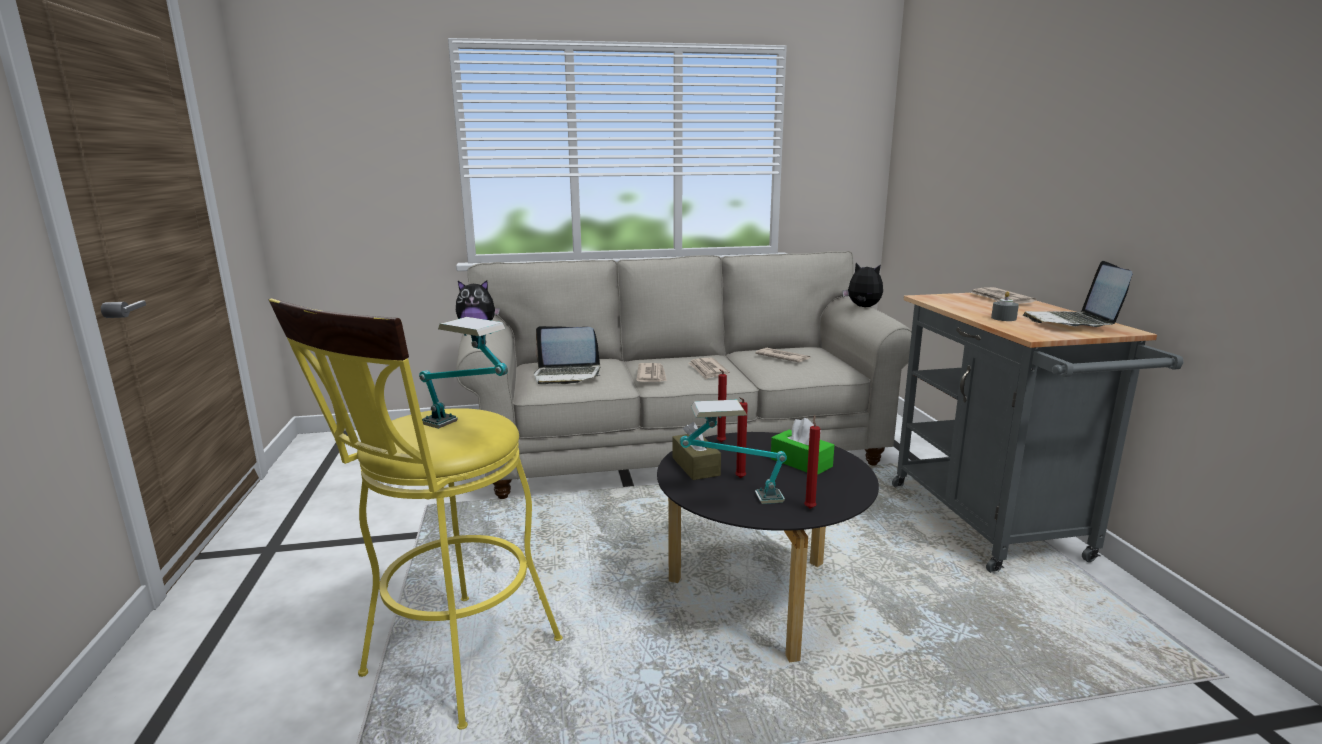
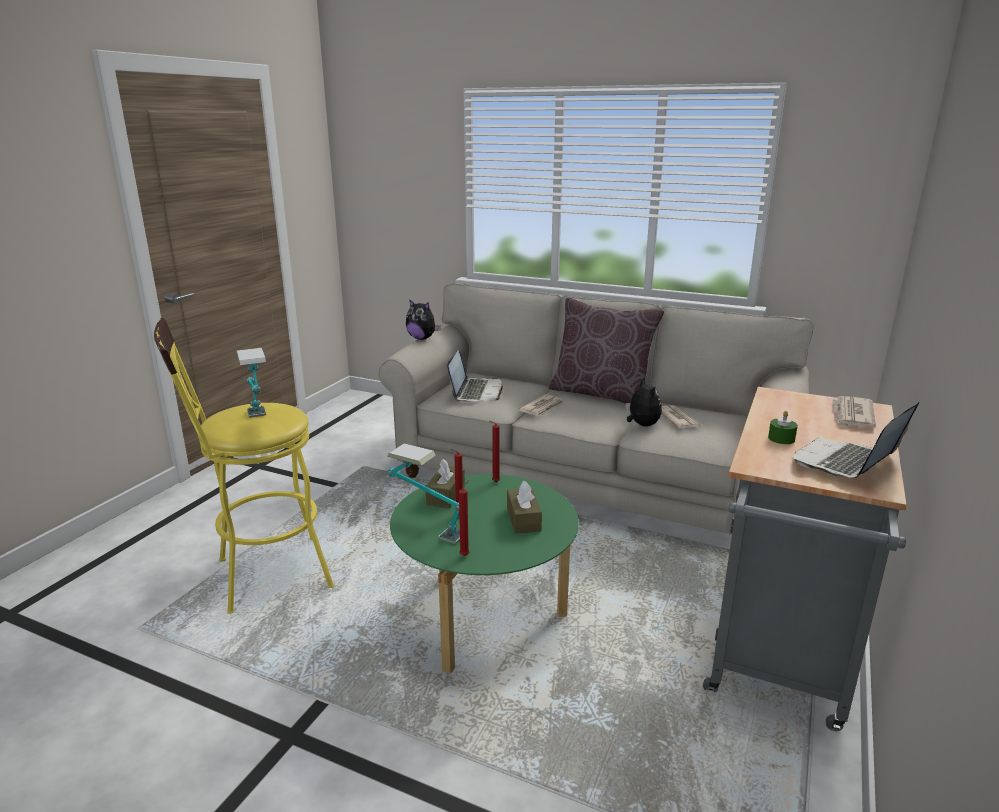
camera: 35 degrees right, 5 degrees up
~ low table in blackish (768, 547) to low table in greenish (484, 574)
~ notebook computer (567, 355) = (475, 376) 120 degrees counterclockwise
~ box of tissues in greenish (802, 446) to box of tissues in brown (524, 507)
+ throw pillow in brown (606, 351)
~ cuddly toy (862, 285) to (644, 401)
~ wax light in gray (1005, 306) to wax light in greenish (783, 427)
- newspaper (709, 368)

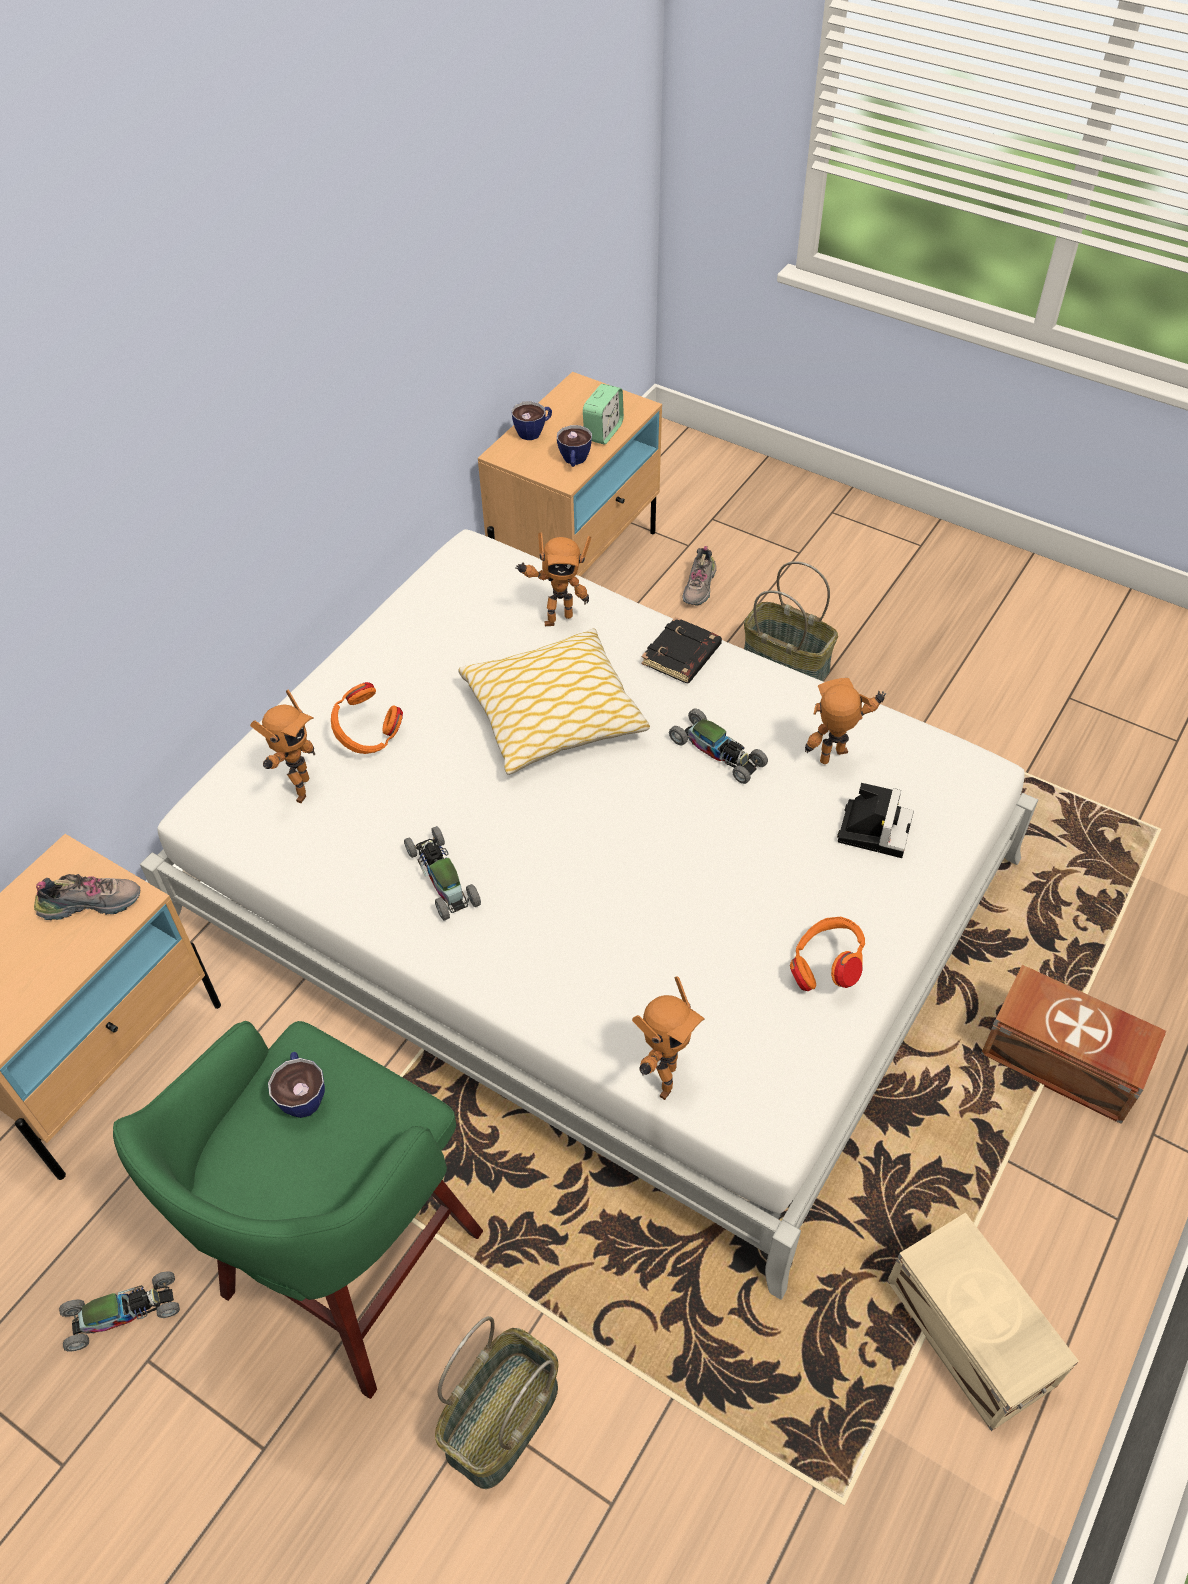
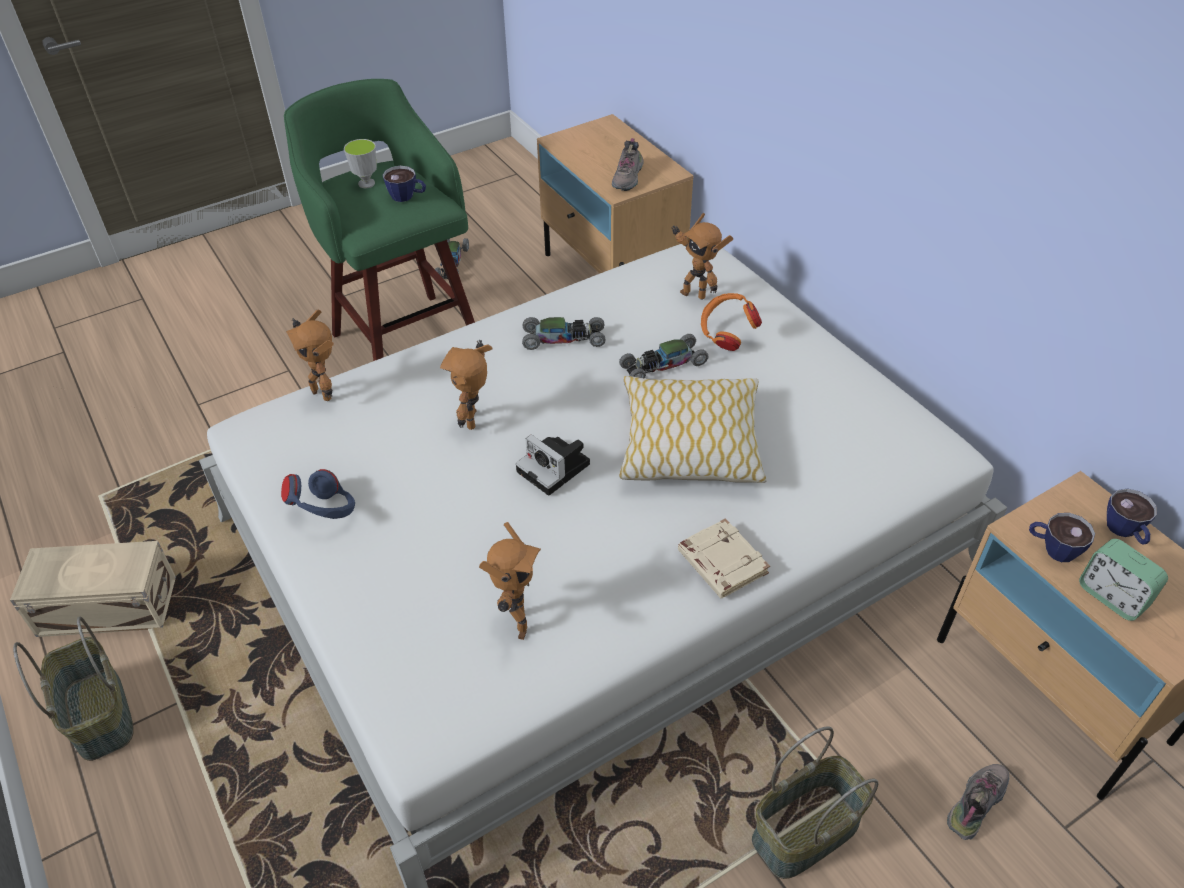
camera: 115 degrees right, 5 degrees down
~ storage basket (497, 1402) to (73, 689)
~ pair of headphones in orange-coloured (827, 954) to pair of headphones in bluish (318, 494)
+ cup (360, 163)
~ toy robot (553, 579) to (466, 385)
~ still camera (875, 820) to (553, 465)
~ toy car (718, 746) to (663, 356)
~ book in blackish (681, 650) to book in beige (724, 558)
~ item of footwear (699, 576) = (978, 802) 90 degrees clockwise
- storage container in brown (1073, 1044)

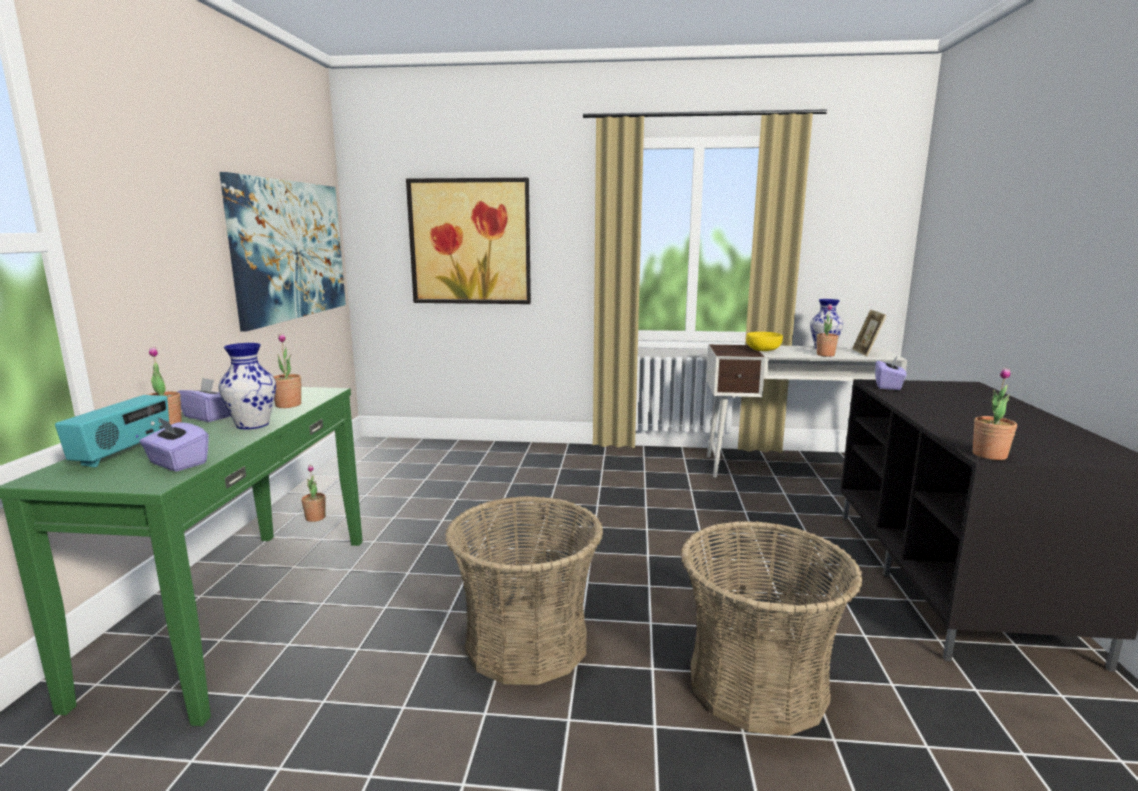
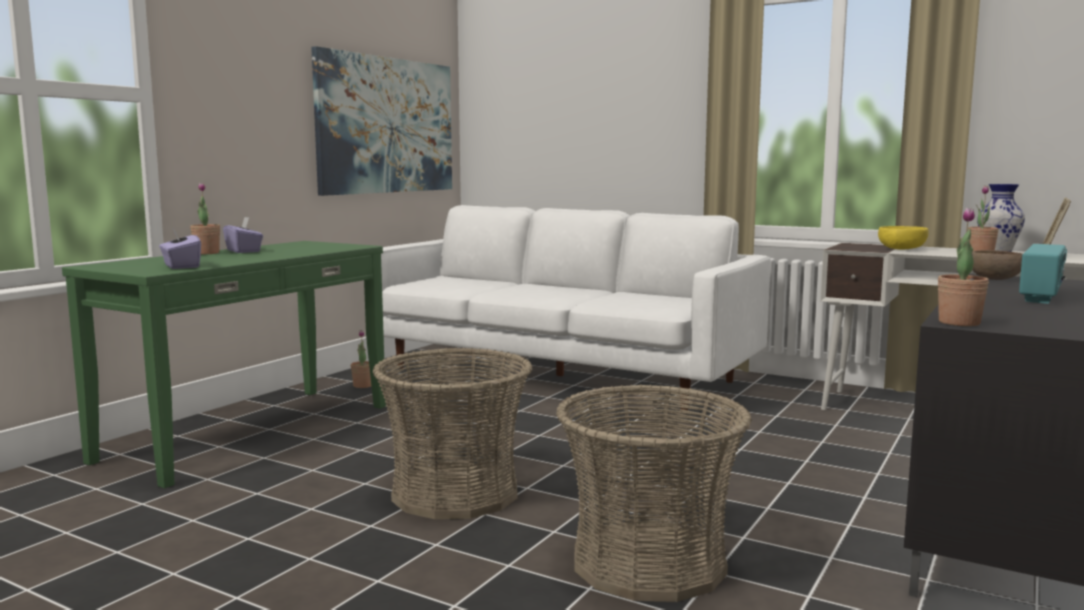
camera: 25 degrees right, 5 degrees down
+ couch in white (575, 307)
~ box of tissues in purple-coloured (891, 372) to serving bowl in brown (997, 265)
~ radio set (112, 431) to (1043, 274)
- flower vase (247, 386)
- potted plant (287, 370)
- wall art (468, 241)

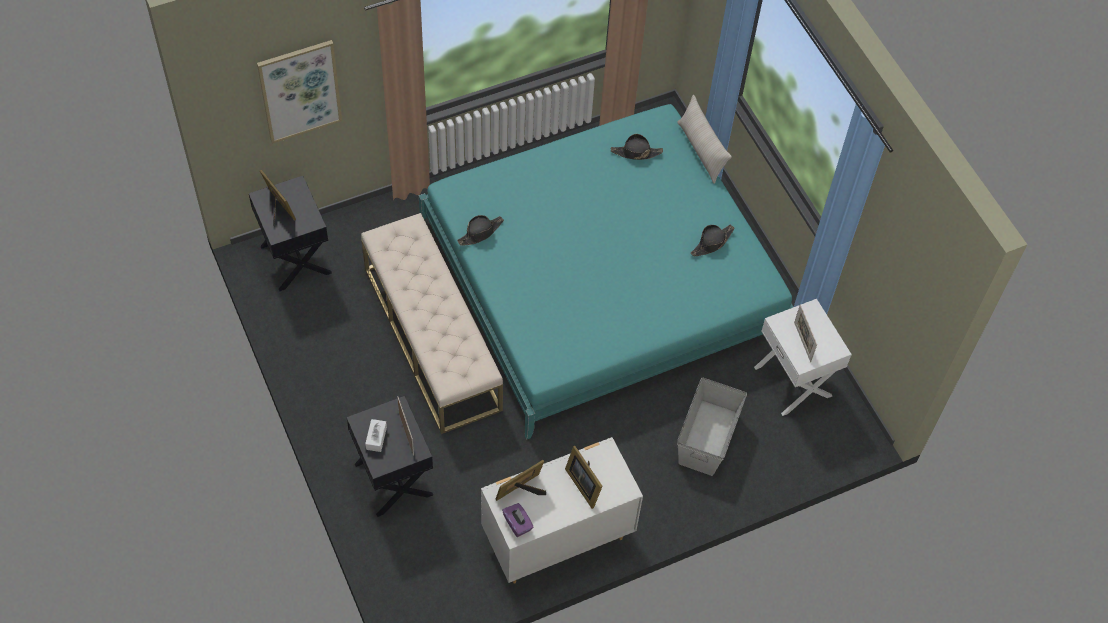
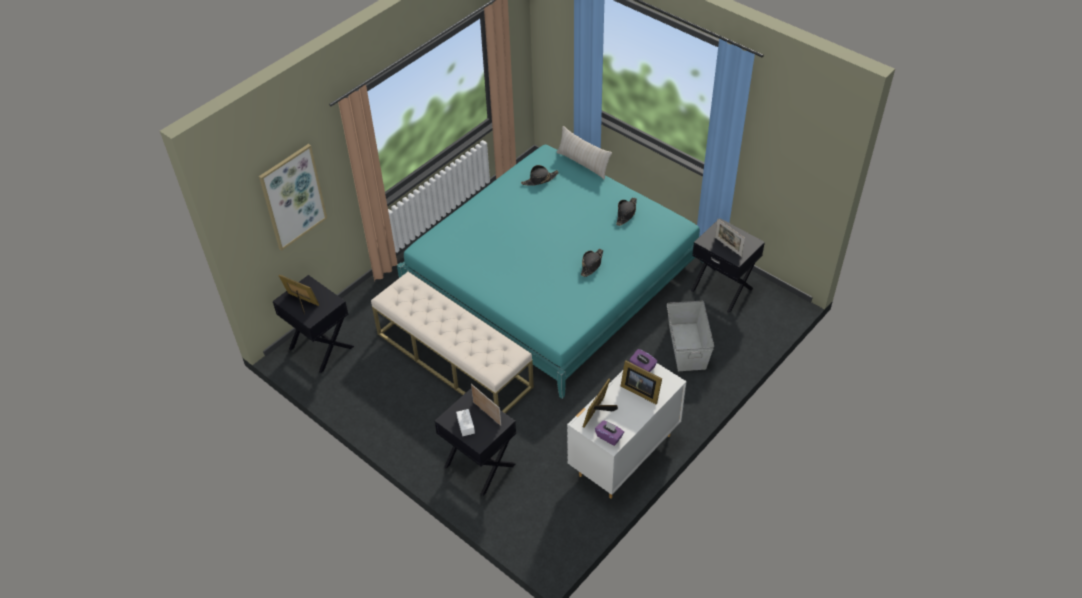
camera: 20 degrees left, 10 degrees down
~ clothing hat in blackish (480, 230) to (592, 263)
+ box of tissues in purple-coloured (643, 360)
~ bedside table in white (803, 357) to bedside table in blackish (728, 265)

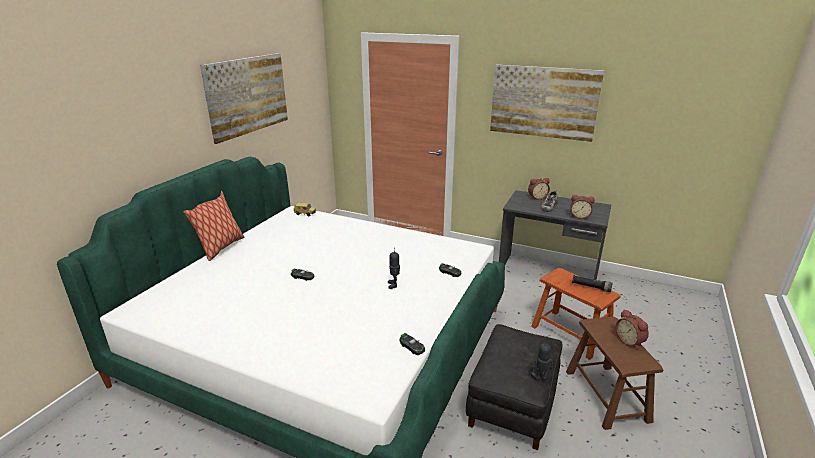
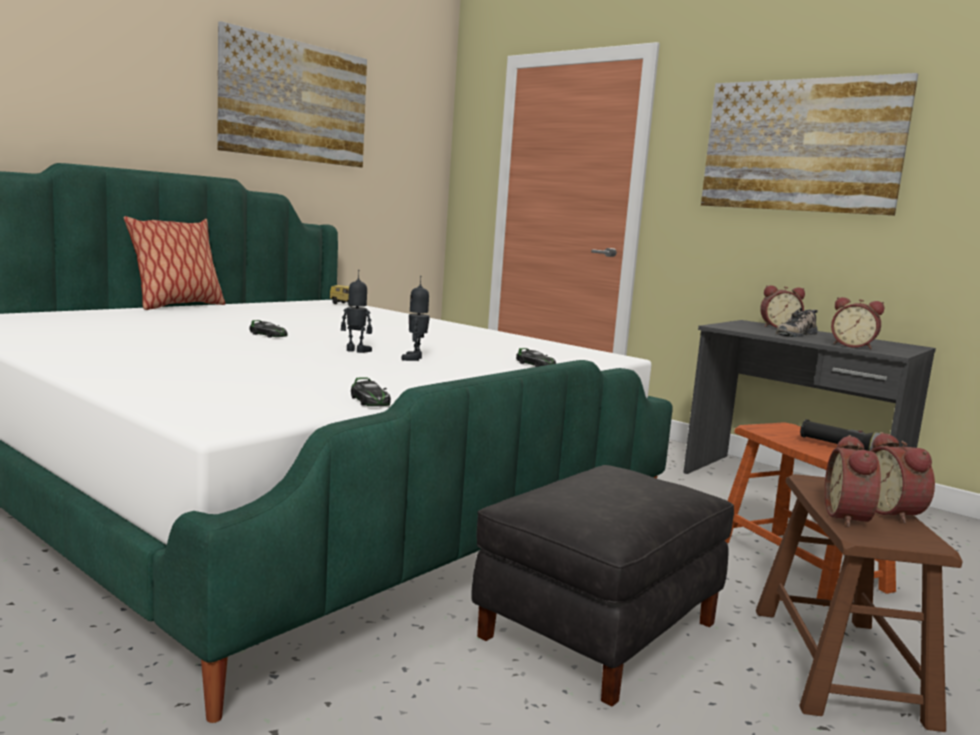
camera: 15 degrees right, 15 degrees down
~ toy robot (542, 360) to (356, 311)
+ table clock (853, 481)

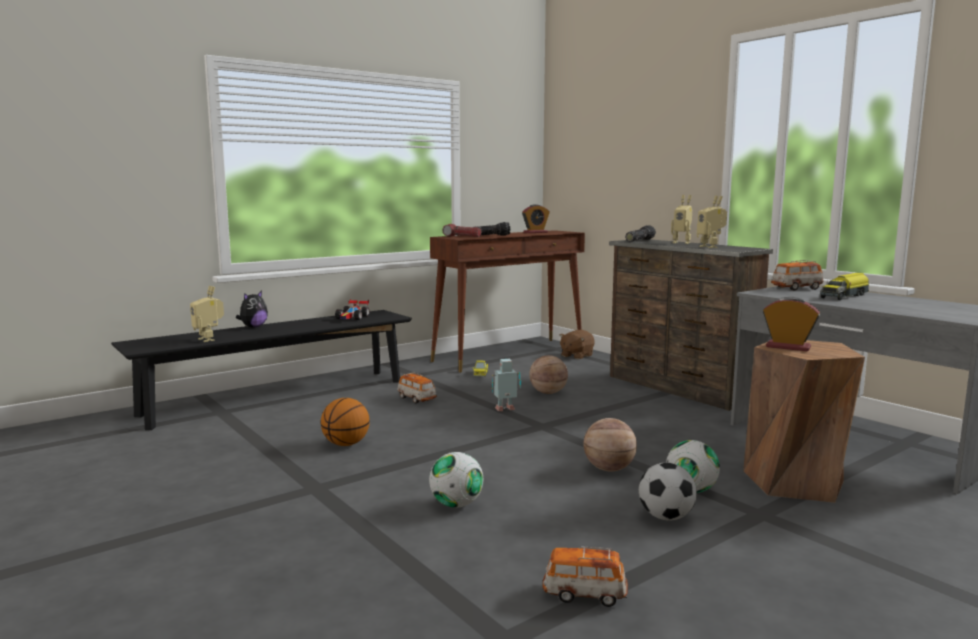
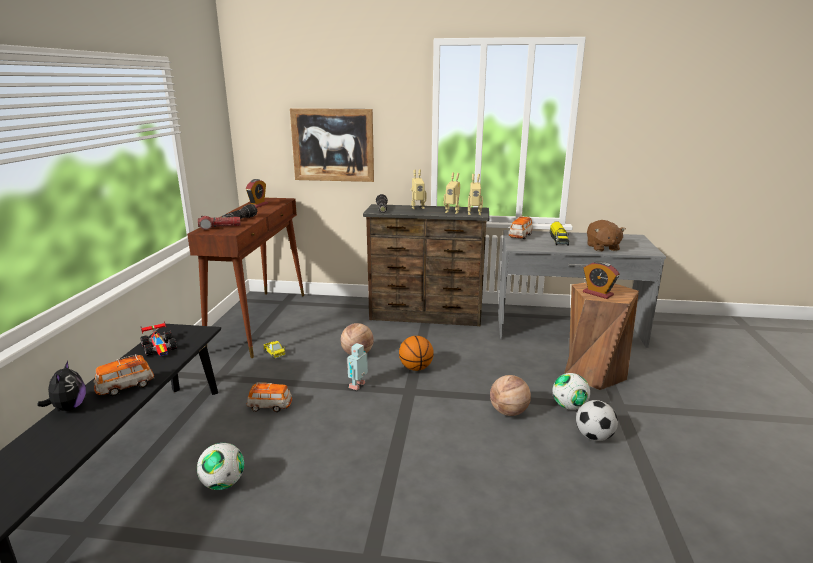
camera: 45 degrees left, 10 degrees up
~ toy car (585, 576) to (123, 375)
~ football ball (456, 480) to (220, 466)
+ wall art (332, 145)
~ ball for basketball (345, 422) to (416, 353)
~ toy robot (207, 314) to (475, 194)
~ table clock (791, 324) = (601, 280) 120 degrees counterclockwise
~ cuddly toy in brown (577, 344) to (606, 236)

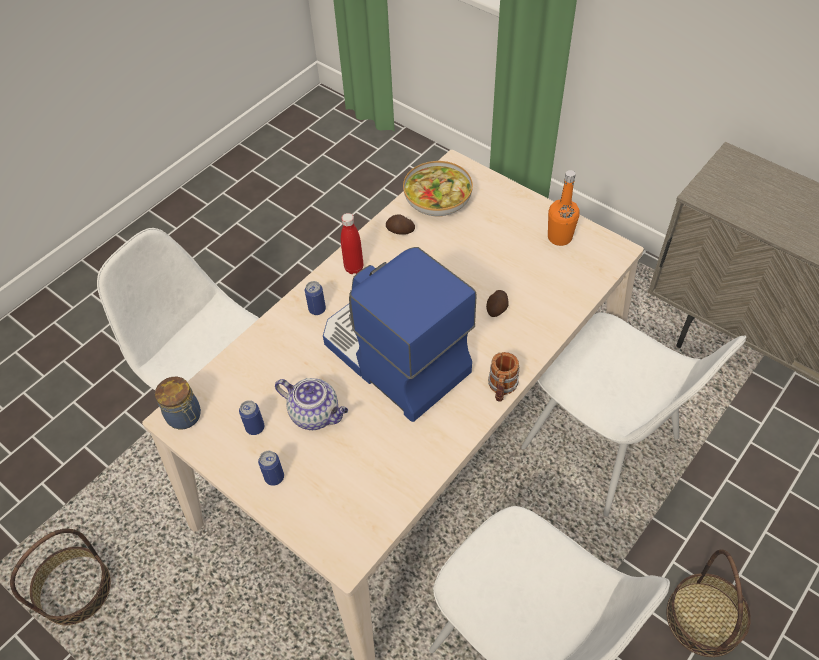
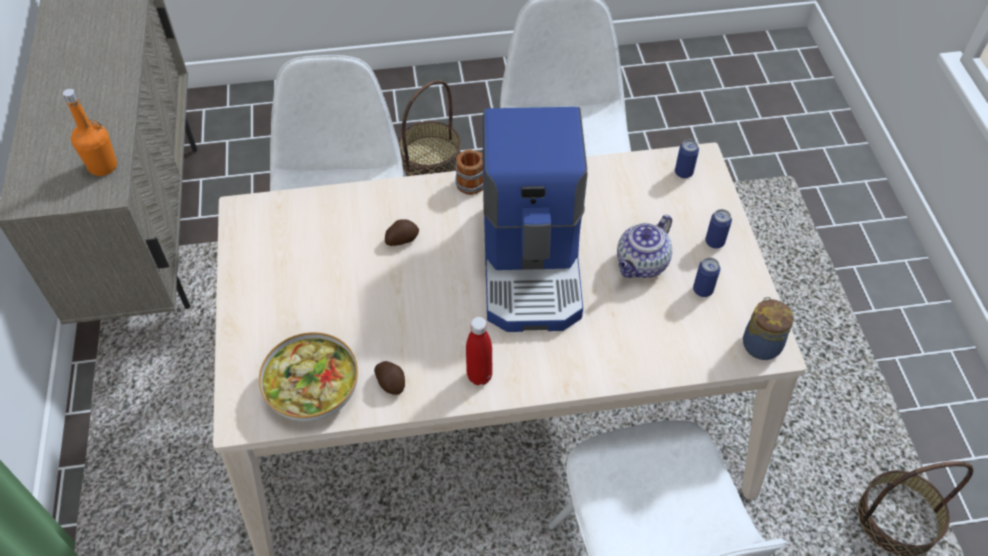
camera: 140 degrees left, 0 degrees up
~ bottle in orange-coloured (564, 208) to (90, 132)
~ pot for tea (311, 404) = (644, 246) 120 degrees counterclockwise
~ sealed can (315, 298) to (687, 159)

